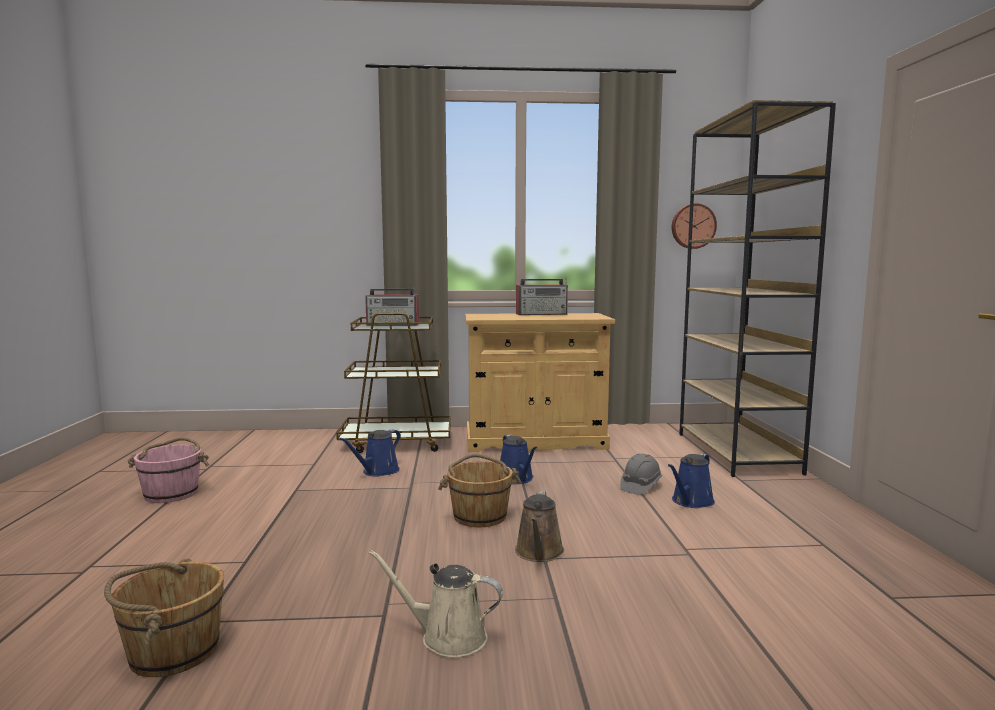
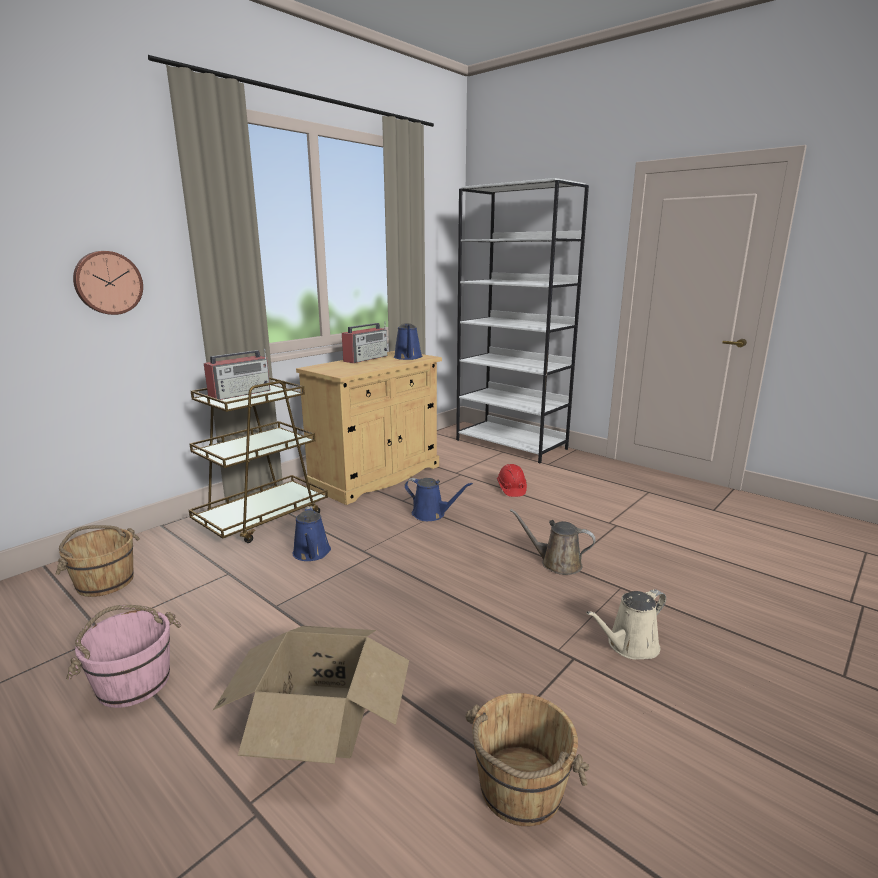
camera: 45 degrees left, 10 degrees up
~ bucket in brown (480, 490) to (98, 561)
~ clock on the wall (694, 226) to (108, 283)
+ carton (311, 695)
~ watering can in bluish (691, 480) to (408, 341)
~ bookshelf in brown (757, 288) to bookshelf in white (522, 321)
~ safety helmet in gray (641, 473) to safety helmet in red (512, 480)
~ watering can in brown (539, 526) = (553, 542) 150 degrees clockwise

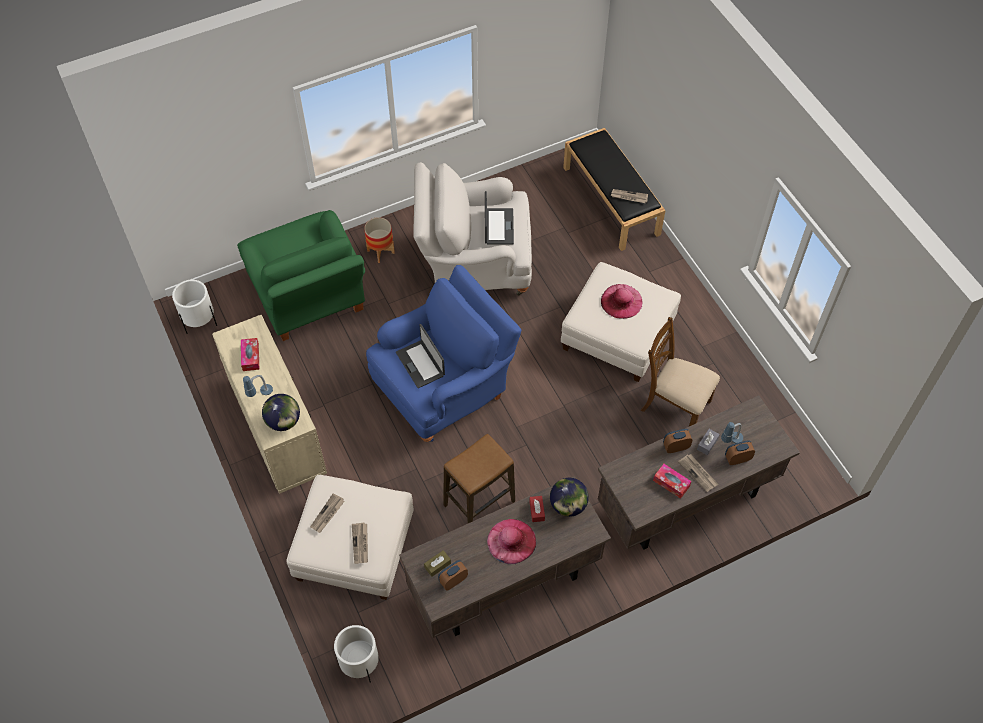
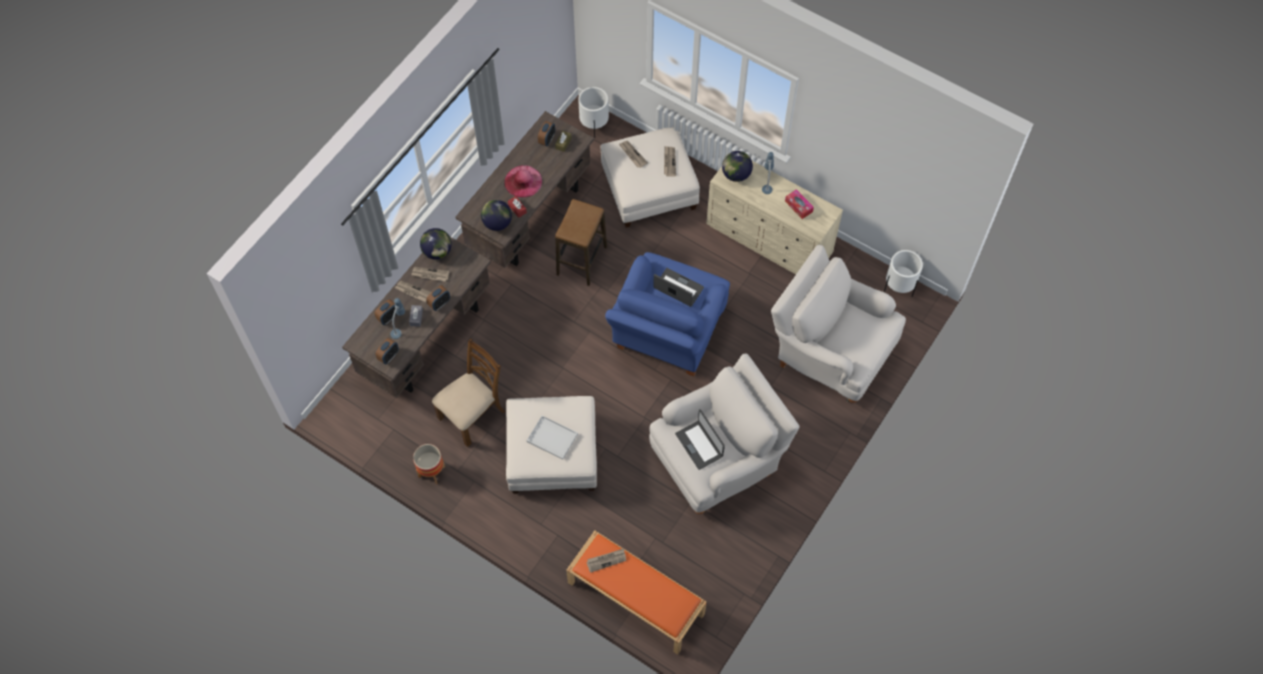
camera: 150 degrees right, 5 degrees up
+ table clock (387, 351)
~ box of tissues (672, 481) to newspaper (430, 274)
~ planter (379, 240) to (429, 464)
+ globe (436, 244)
~ plain chair in brown (680, 371) = (468, 393) 45 degrees counterclockwise
~ clothing hat in pink-coloured (622, 301) to serving tray in white (552, 437)
~ long seat in blackish (614, 189) to long seat in orange-coloured (636, 592)
~ easy chair in greenish (301, 275) to easy chair in white (838, 324)

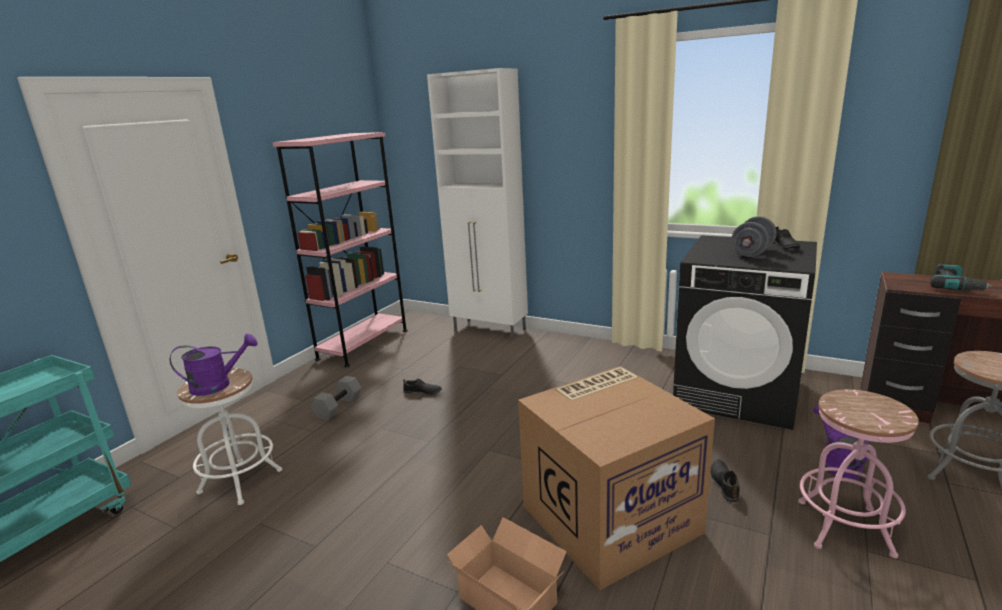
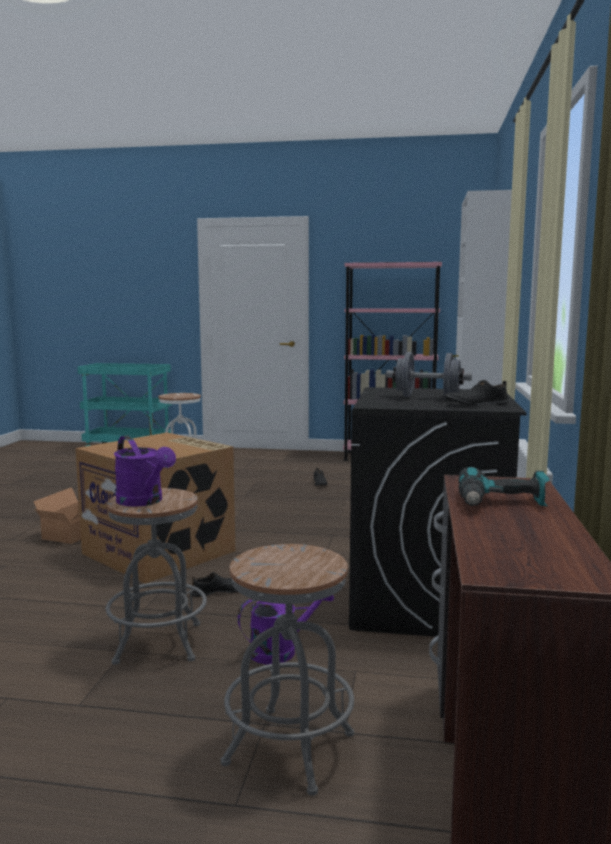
camera: 70 degrees right, 10 degrees down
~ sitting stool in pink-coloured (858, 473) to sitting stool in gray (156, 576)
~ watering can in purple-coloured (214, 364) to (145, 471)
- dumbbell in gray (336, 398)

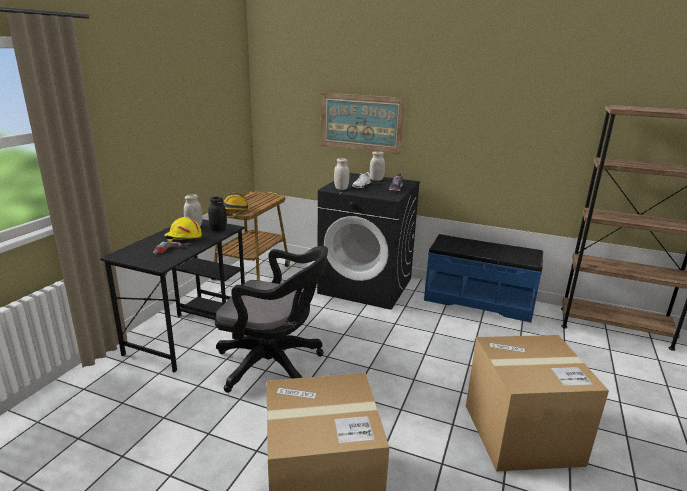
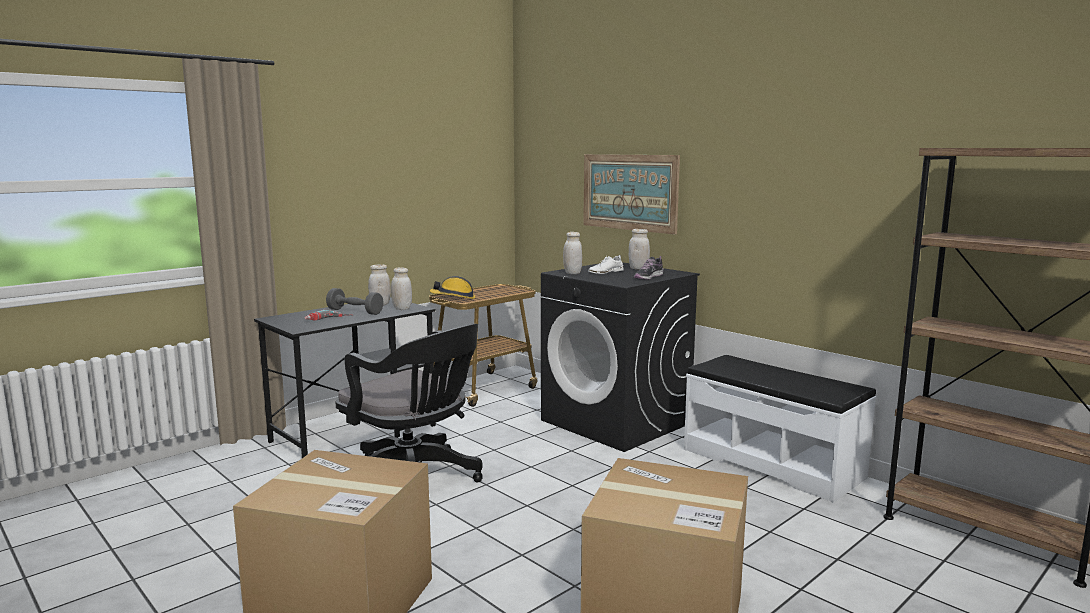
camera: 25 degrees right, 10 degrees down
~ safety helmet in yellowish (183, 229) to dumbbell in gray (355, 301)
~ preserve jar in blackish (217, 214) to preserve jar in white (401, 288)
~ long seat in bluish (483, 278) to long seat in white (780, 428)

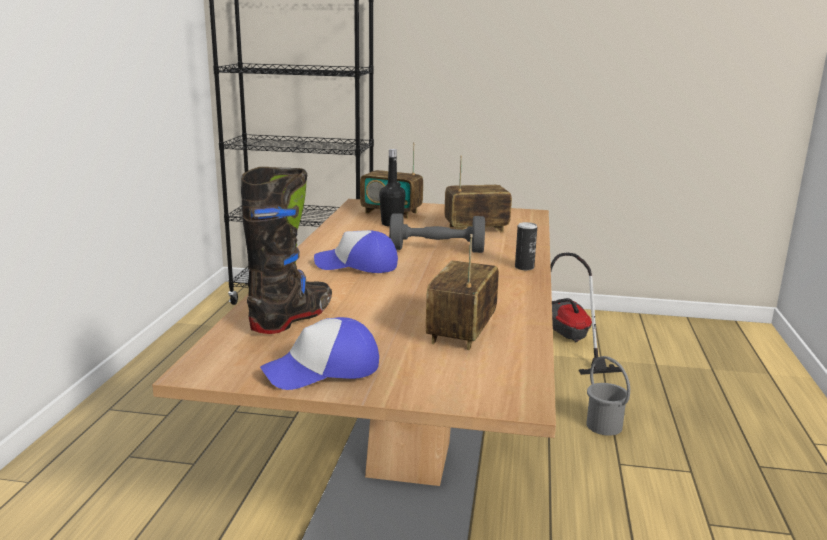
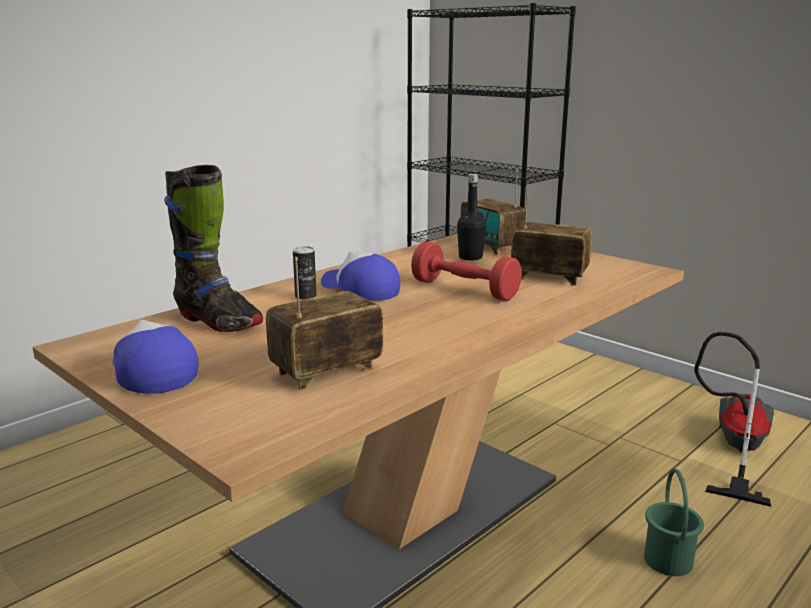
camera: 35 degrees right, 0 degrees up
~ baseball cap (319, 353) = (155, 357) 45 degrees clockwise
~ high-top boot in blackish (286, 250) = (213, 248) 60 degrees clockwise
~ sealed can (526, 246) to (304, 273)
~ dumbbell in gray (437, 233) to dumbbell in red (466, 271)
~ bucket in gray (608, 396) to bucket in greenish (674, 522)

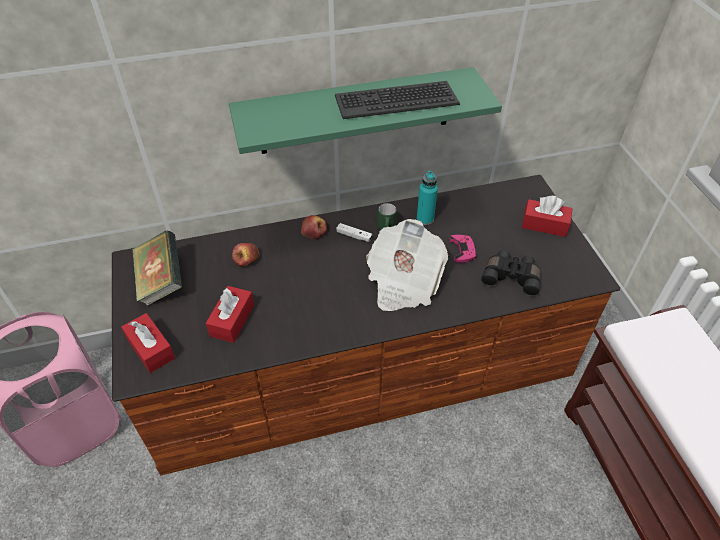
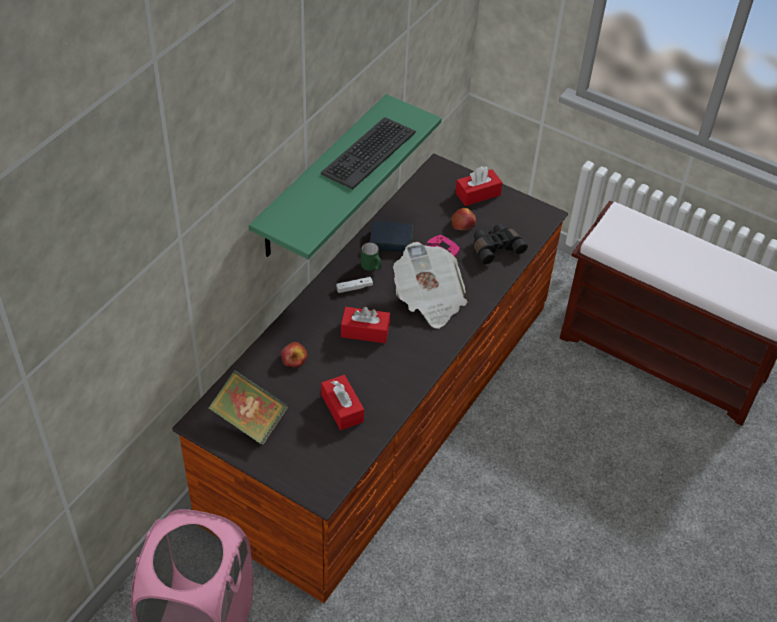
camera: 45 degrees left, 0 degrees up
~ box of tissues in red (148, 343) to (365, 325)
~ bottle in turquoise (427, 198) to book (391, 236)
~ apple fruit (314, 227) to (464, 219)

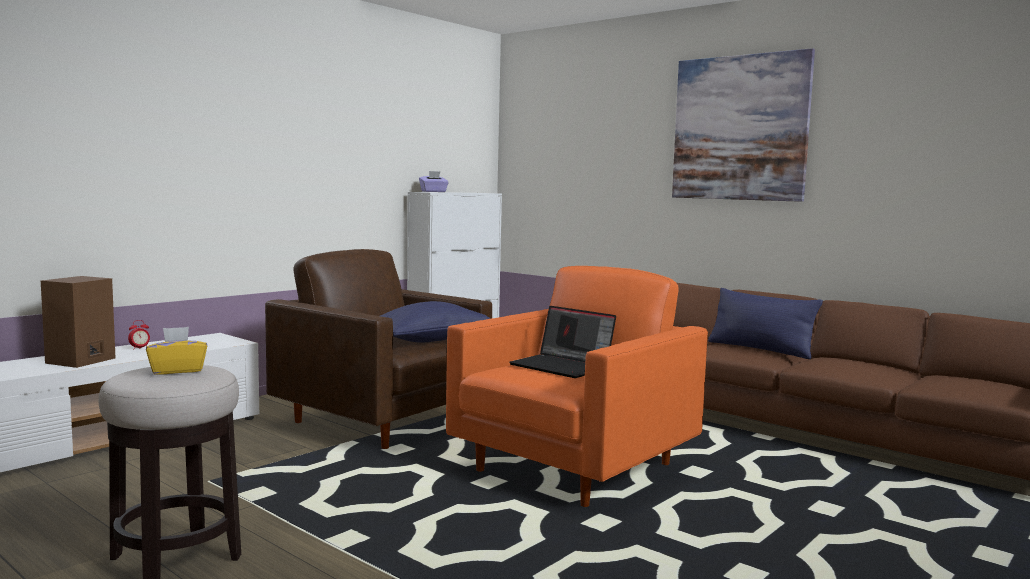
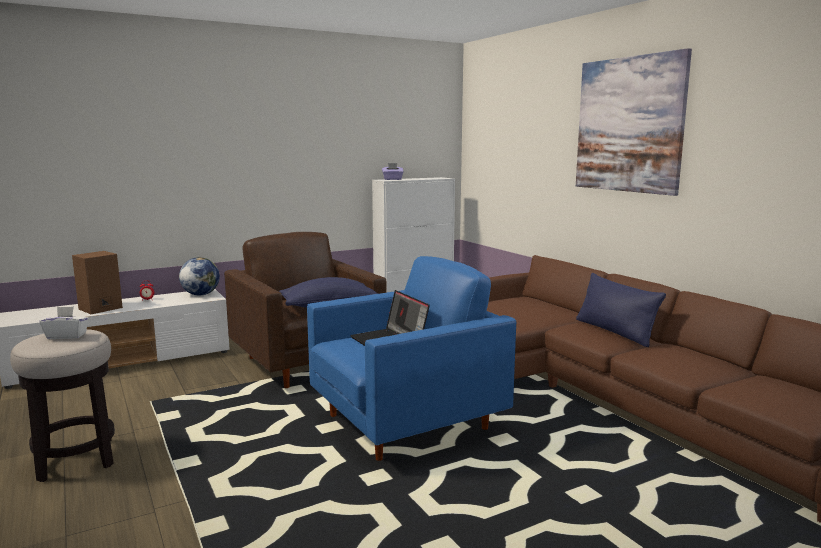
camera: 20 degrees right, 5 degrees up
~ box of tissues in yellowish (176, 351) to box of tissues in white (64, 322)
+ globe (199, 276)
~ easy chair in orange-coloured (577, 386) to easy chair in bluish (411, 358)

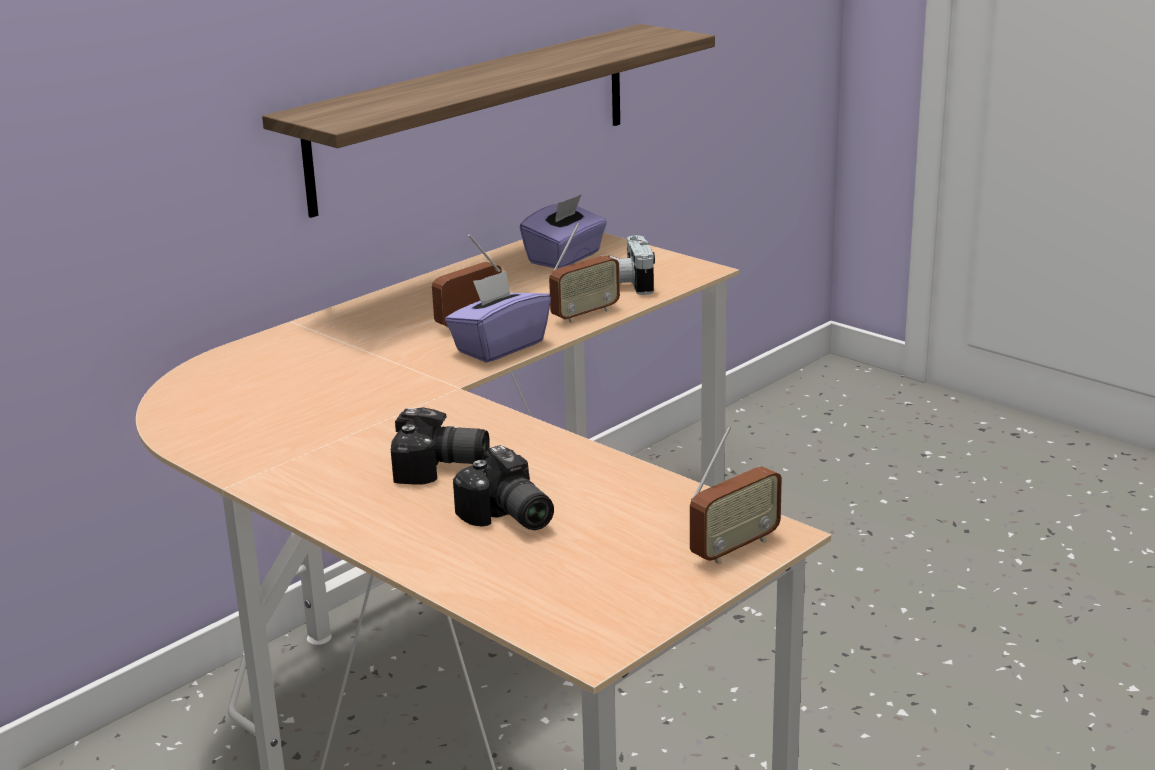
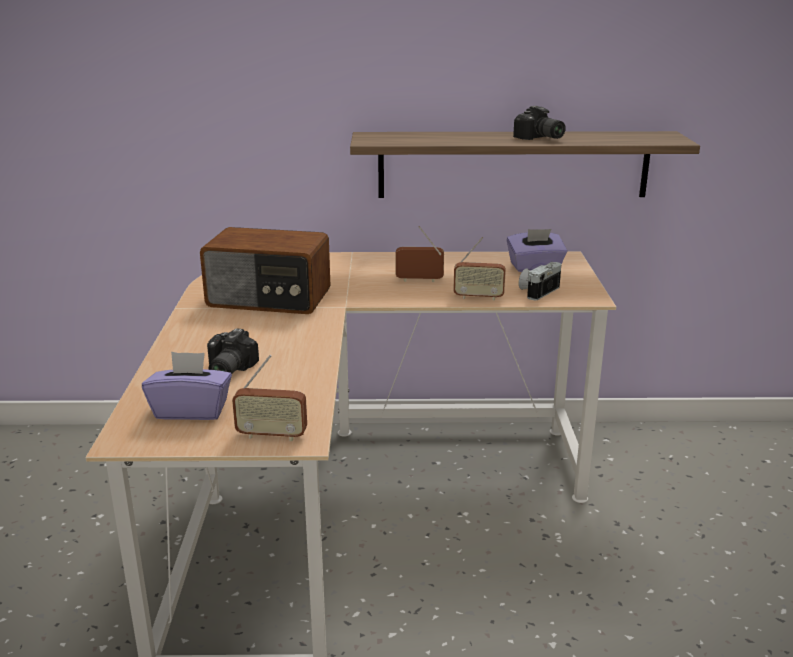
camera: 45 degrees right, 0 degrees up
~ box of tissues in purple-coloured (498, 317) to (187, 386)
+ radio set (265, 270)
~ still camera (440, 446) to (539, 123)

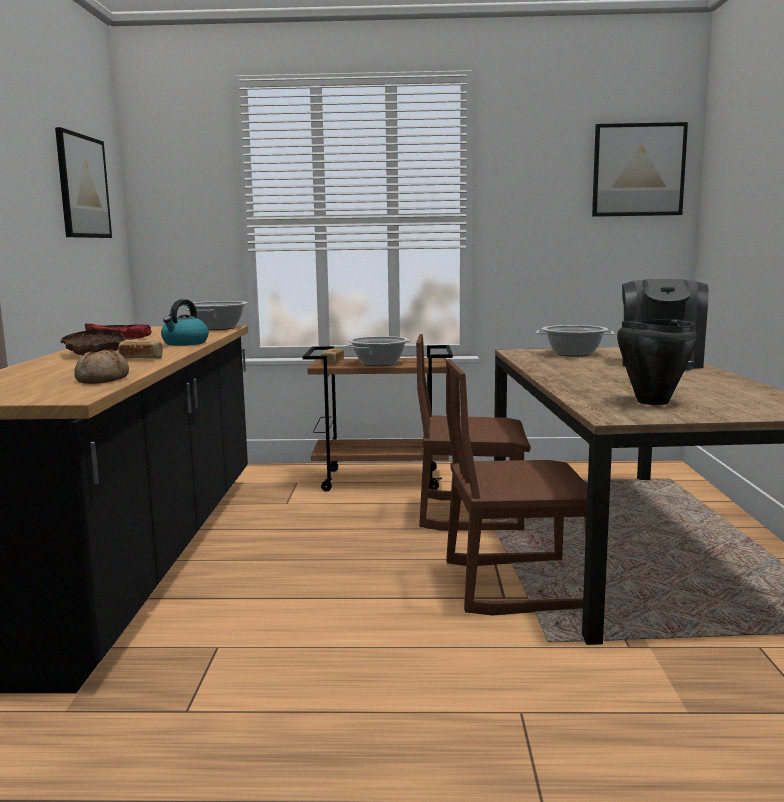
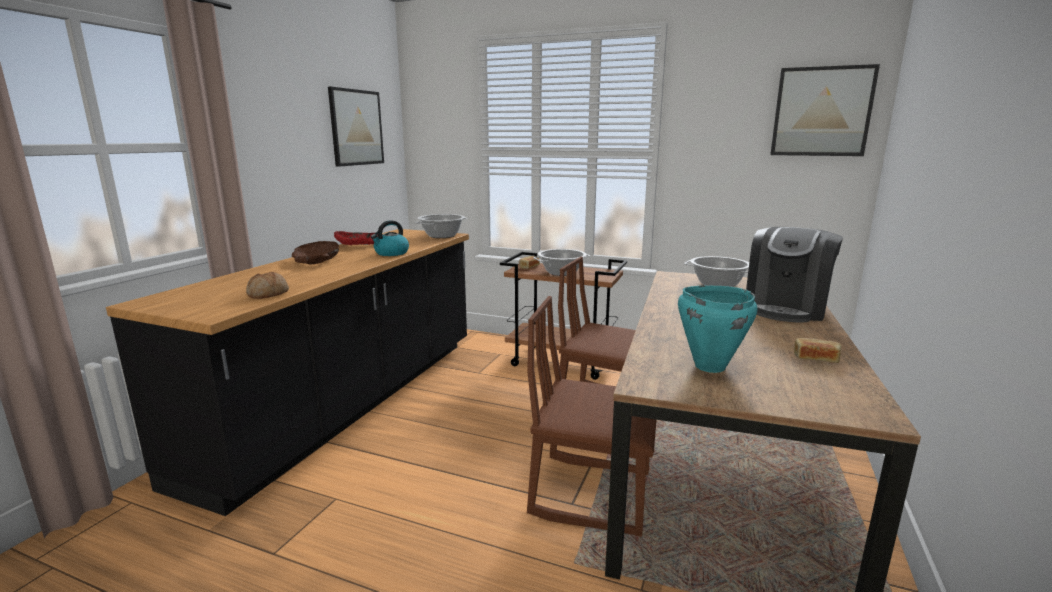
camera: 20 degrees right, 5 degrees up
~ stockpot in blackish (657, 362) to stockpot in turquoise (717, 329)
~ bread (140, 349) to (818, 350)

